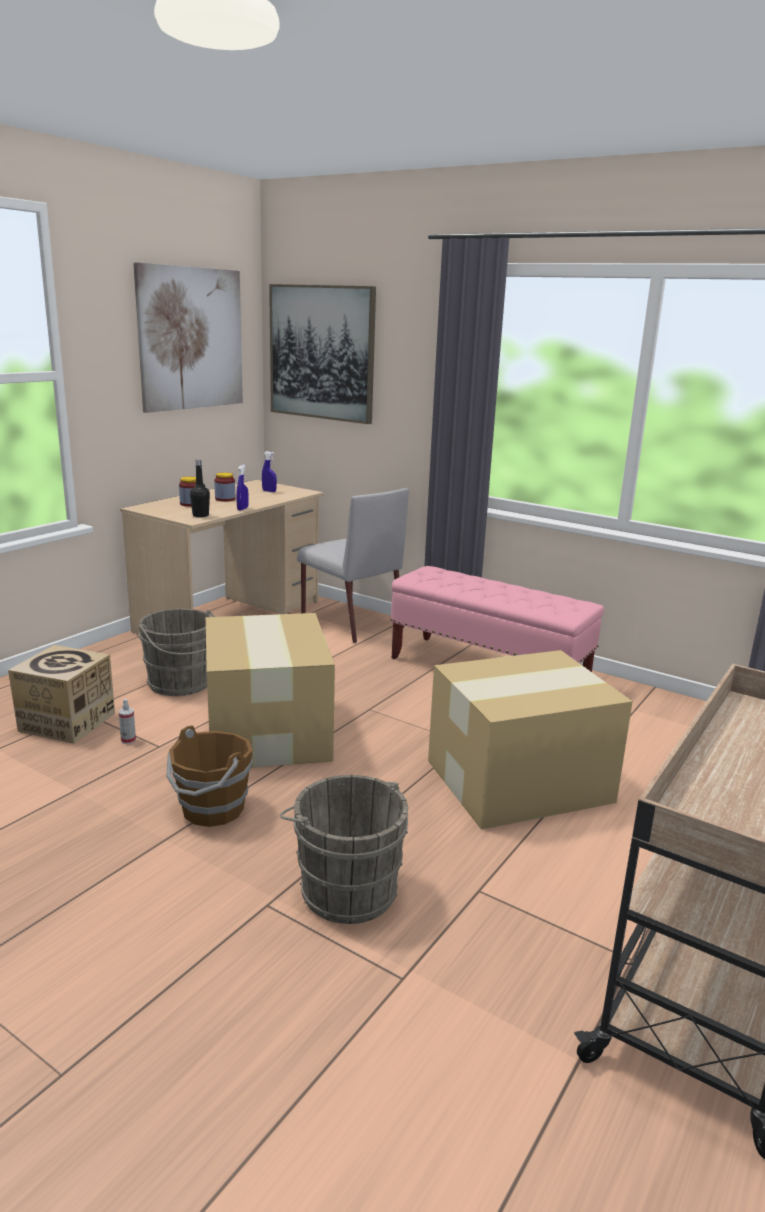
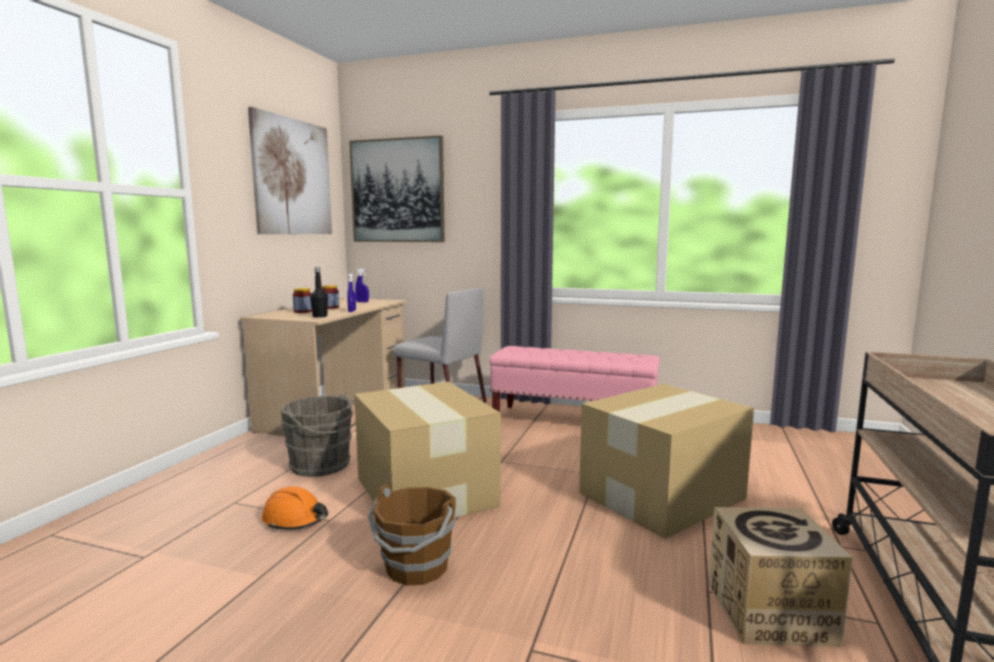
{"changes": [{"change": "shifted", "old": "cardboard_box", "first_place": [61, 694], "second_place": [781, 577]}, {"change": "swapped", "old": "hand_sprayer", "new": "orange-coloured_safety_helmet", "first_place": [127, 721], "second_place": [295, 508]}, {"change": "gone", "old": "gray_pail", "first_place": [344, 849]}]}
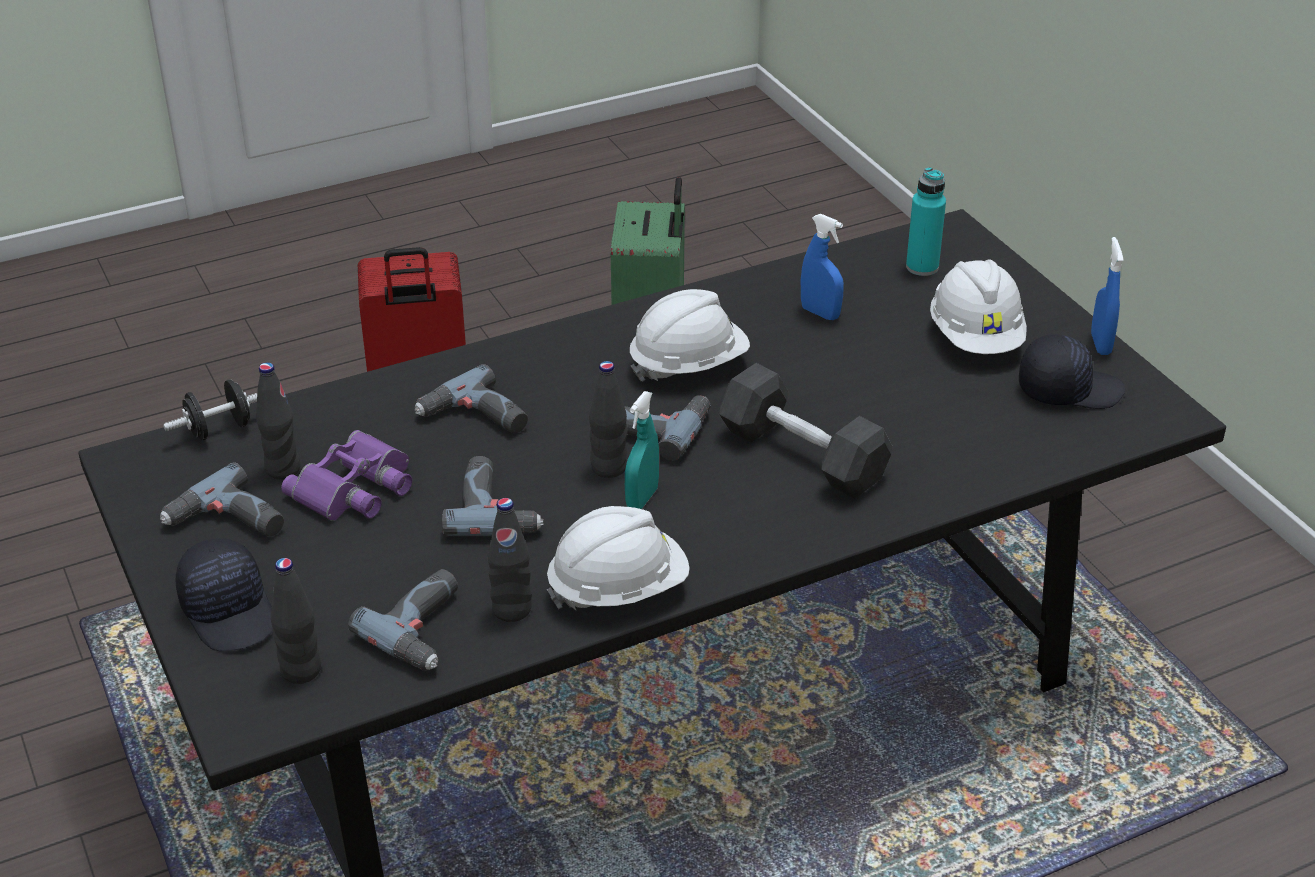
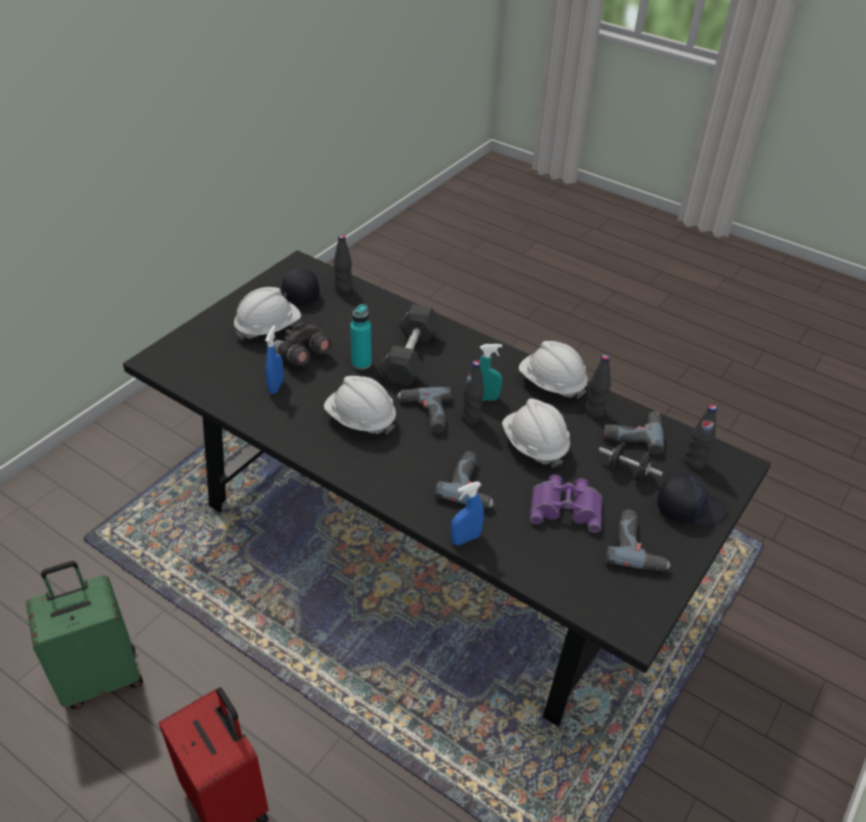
{"changes": [{"change": "shifted", "old": "turquoise_beverage_bottle", "first_place": [926, 221], "second_place": [361, 337]}, {"change": "shifted", "old": "blue-coloured_hand_sprayer", "first_place": [1107, 296], "second_place": [467, 513]}, {"change": "shifted", "old": "blackish_beverage_bottle", "first_place": [278, 420], "second_place": [343, 264]}, {"change": "shifted", "old": "blackish_free_weight", "first_place": [210, 409], "second_place": [631, 462]}, {"change": "swapped", "old": "power_drill", "new": "white_safety_helmet", "first_place": [493, 496], "second_place": [536, 433]}, {"change": "rotated", "old": "blackish_peaked_cap", "first_place": [224, 594], "second_place": [692, 500], "degrees": 60}, {"change": "new", "new": "gray_field_glasses", "second_place": [303, 343]}]}
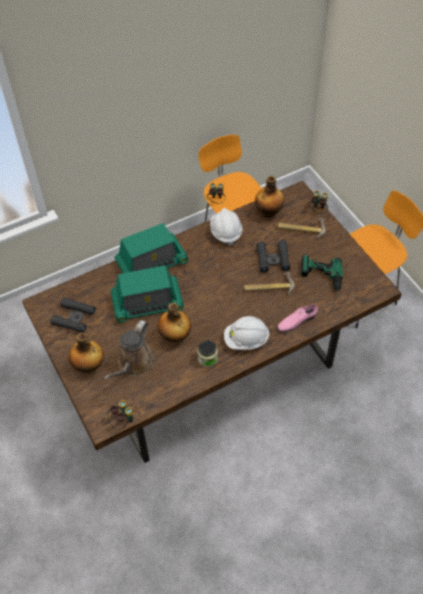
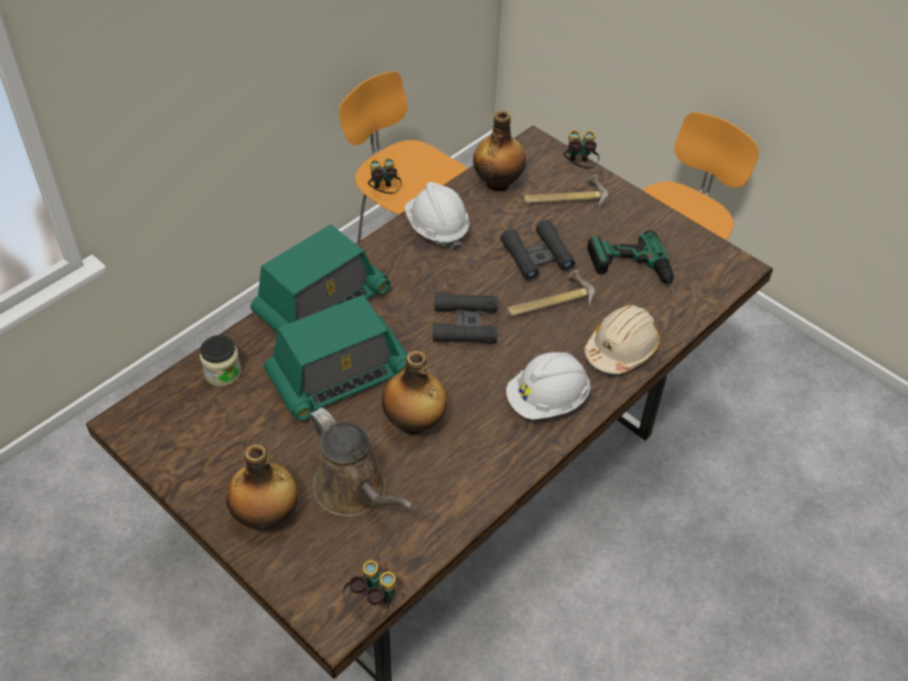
{"changes": [{"change": "shifted", "old": "blackish_field_glasses", "first_place": [73, 315], "second_place": [465, 318]}, {"change": "swapped", "old": "pinkish_shoe", "new": "beige_safety_helmet", "first_place": [297, 318], "second_place": [622, 339]}, {"change": "rotated", "old": "brownish_sprinkling_can", "first_place": [129, 350], "second_place": [361, 462], "degrees": -45}, {"change": "shifted", "old": "preserve_jar", "first_place": [207, 353], "second_place": [220, 360]}]}
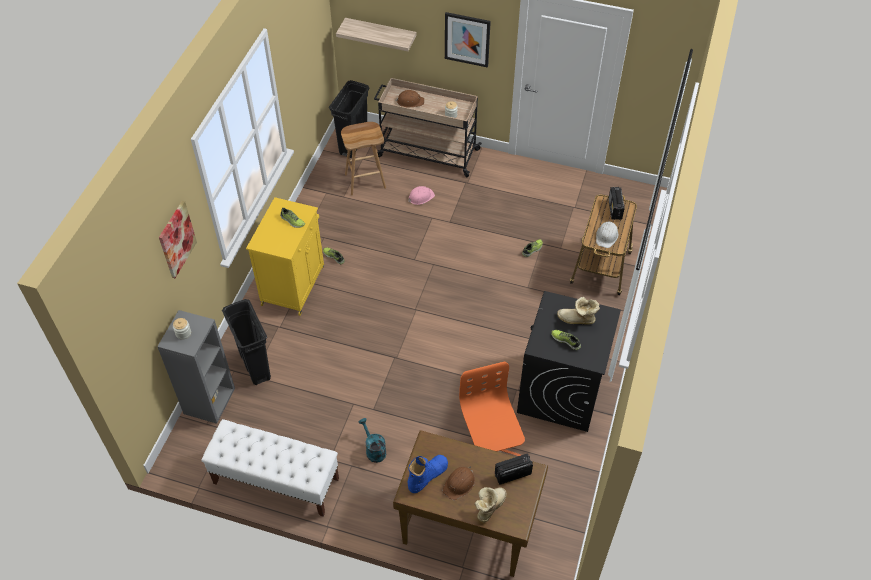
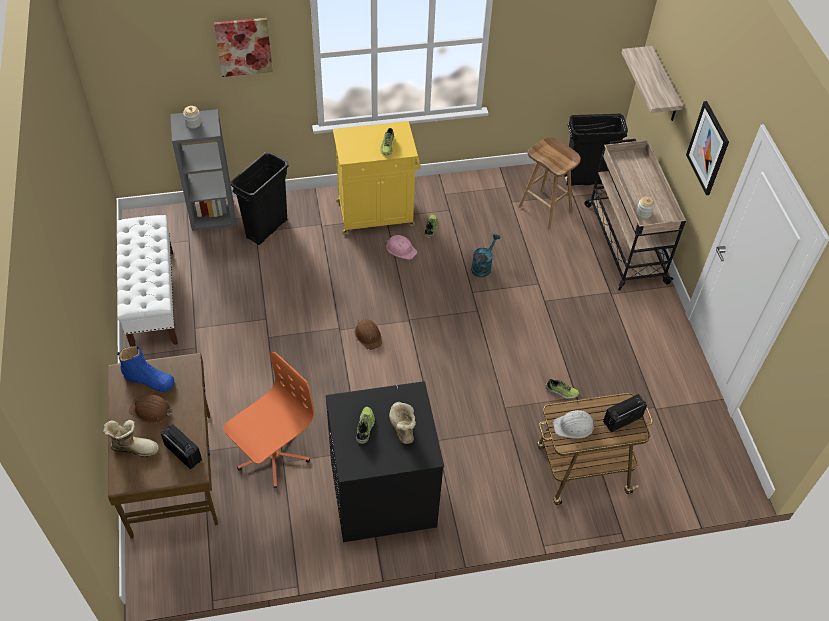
{"changes": [{"change": "shifted", "old": "brownish_safety_helmet", "first_place": [410, 99], "second_place": [368, 334]}, {"change": "shifted", "old": "pinkish_safety_helmet", "first_place": [421, 195], "second_place": [401, 247]}, {"change": "shifted", "old": "turquoise_sprinkling_can", "first_place": [372, 440], "second_place": [485, 255]}]}
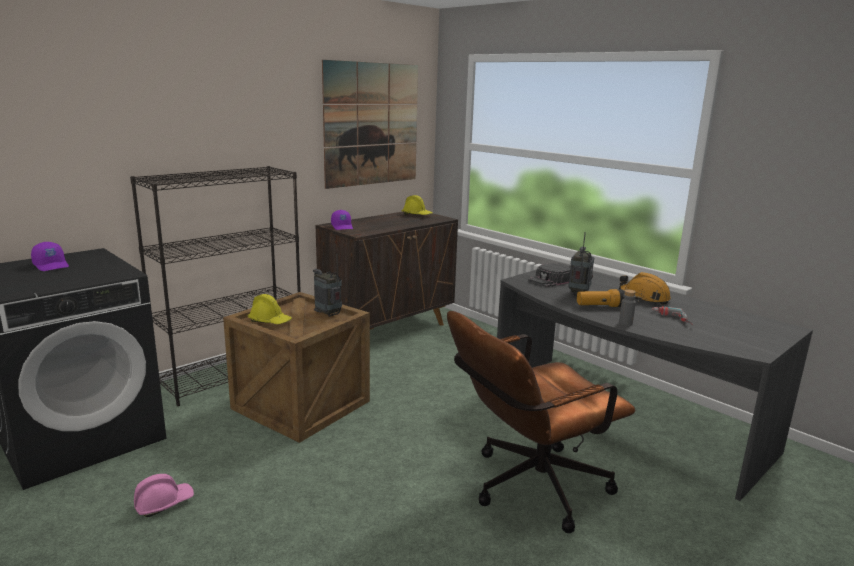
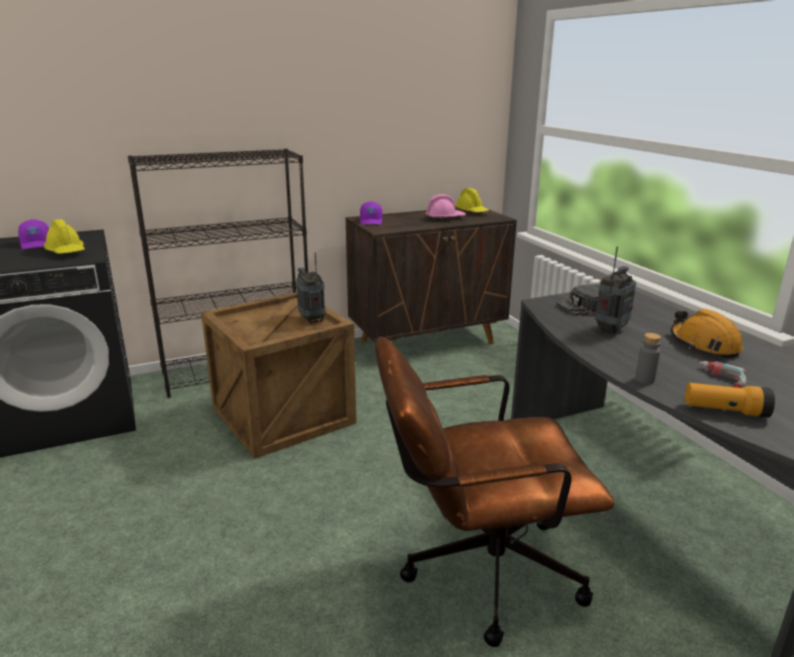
{"changes": [{"change": "gone", "old": "wall_picture", "first_place": [370, 124]}, {"change": "shifted", "old": "hand_torch", "first_place": [601, 298], "second_place": [730, 400]}, {"change": "shifted", "old": "yellow-coloured_safety_helmet", "first_place": [270, 309], "second_place": [64, 236]}, {"change": "shifted", "old": "pinkish_safety_helmet", "first_place": [164, 495], "second_place": [446, 207]}]}
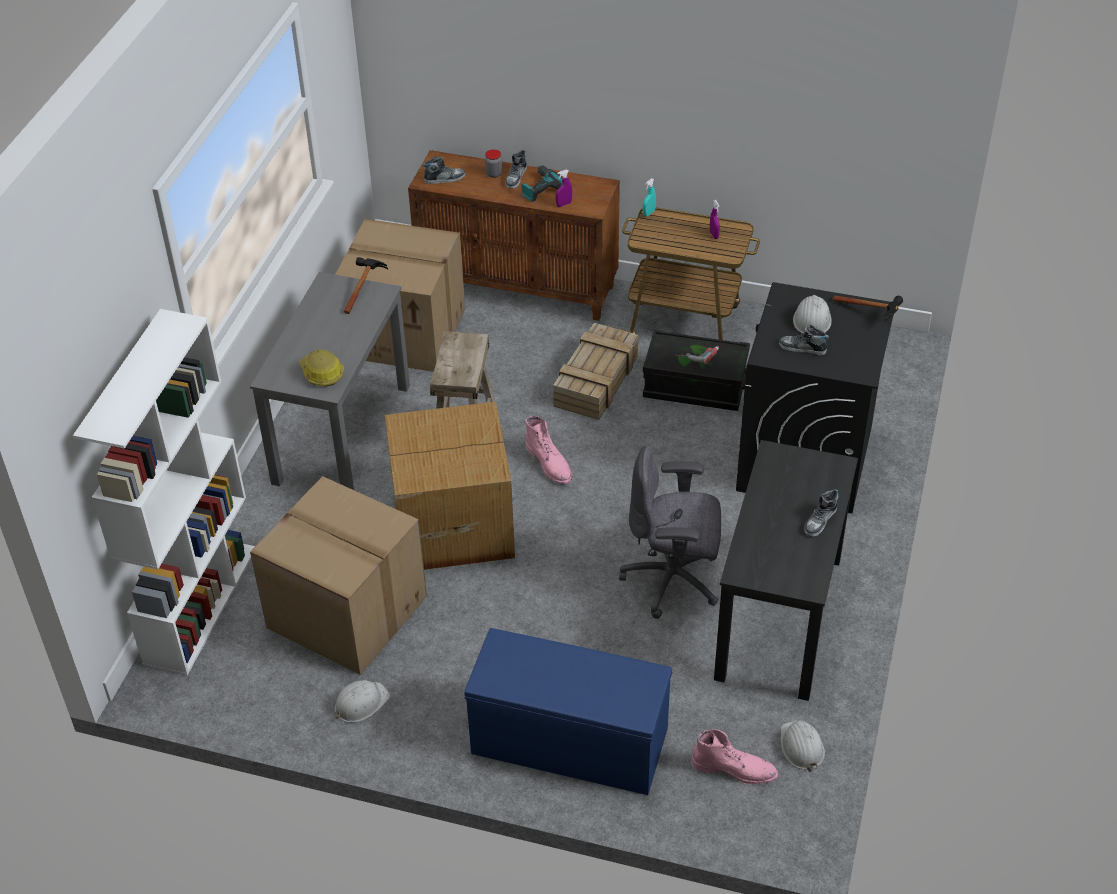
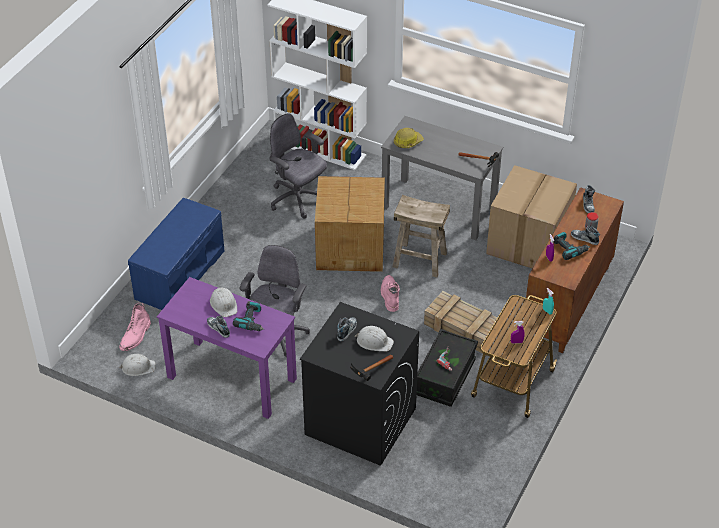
{"changes": [{"change": "rotated", "old": "pinkish_tall_boot", "first_place": [549, 449], "second_place": [390, 293], "degrees": 105}, {"change": "repainted", "old": "blackish_desk_table", "new": "purplish_desk_table", "first_place": [786, 570], "second_place": [227, 348]}, {"change": "swapped", "old": "cardboard_box", "new": "gray_desk_chair", "first_place": [338, 575], "second_place": [298, 165]}, {"change": "shifted", "old": "white_safety_helmet", "first_place": [362, 701], "second_place": [223, 302]}, {"change": "new", "new": "power_drill", "second_place": [248, 316]}]}
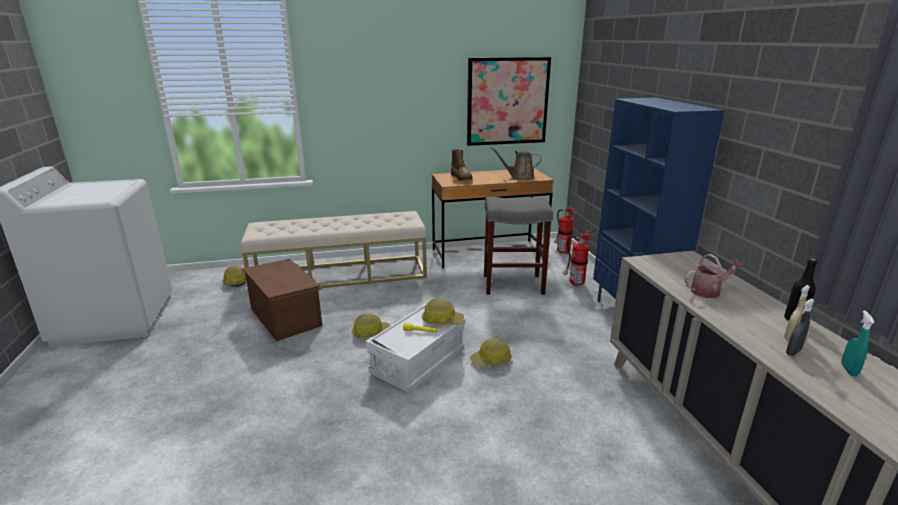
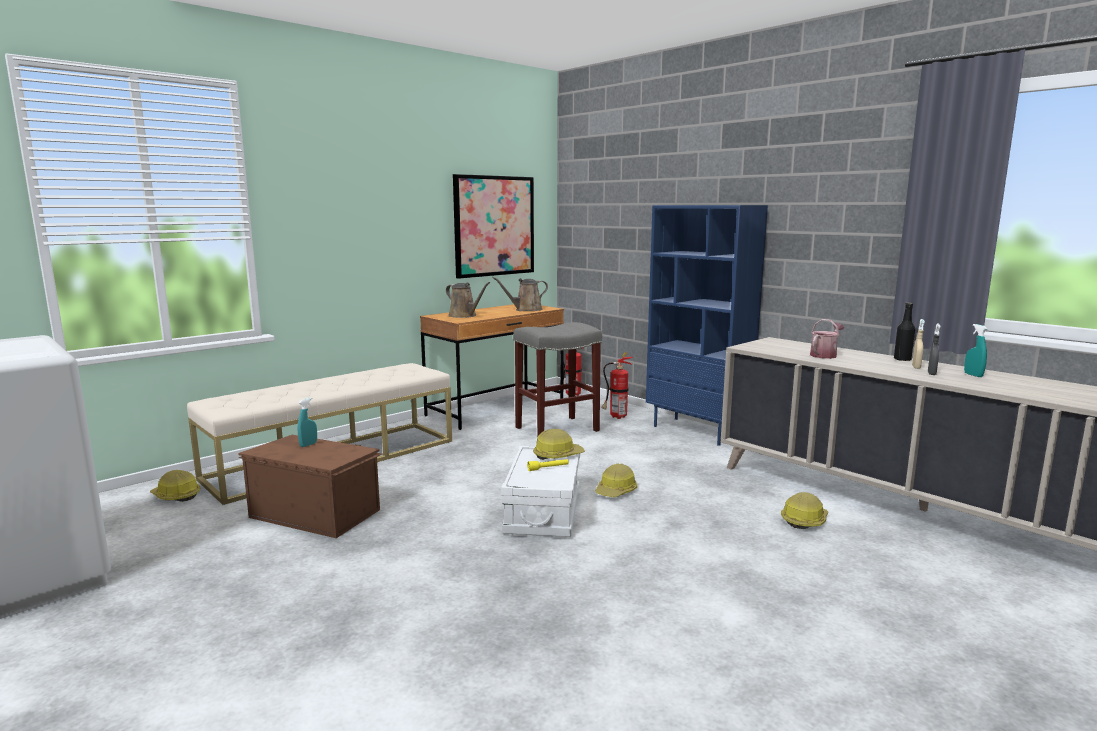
{"changes": [{"change": "swapped", "old": "tall_boot", "new": "brownish_sprinkling_can", "first_place": [462, 165], "second_place": [468, 300]}, {"change": "shifted", "old": "safety_helmet", "first_place": [371, 325], "second_place": [804, 510]}, {"change": "new", "new": "turquoise_hand_sprayer", "second_place": [307, 422]}]}
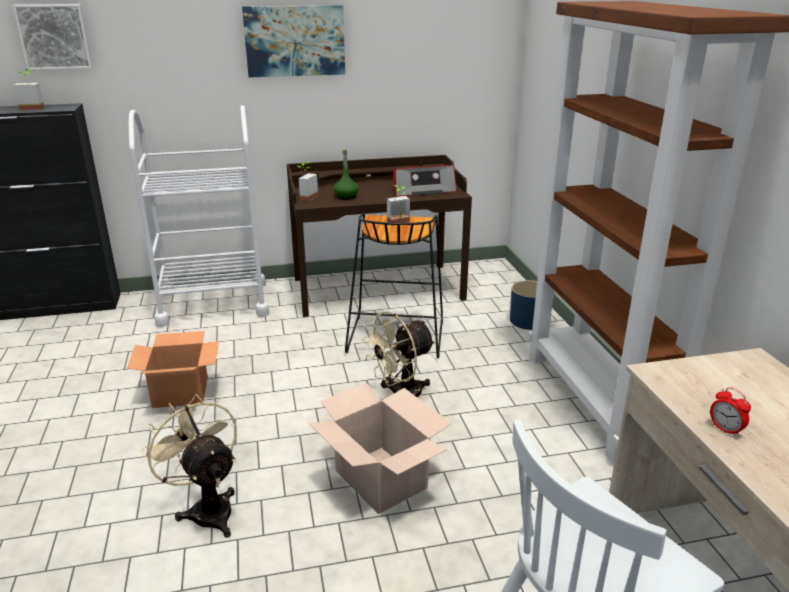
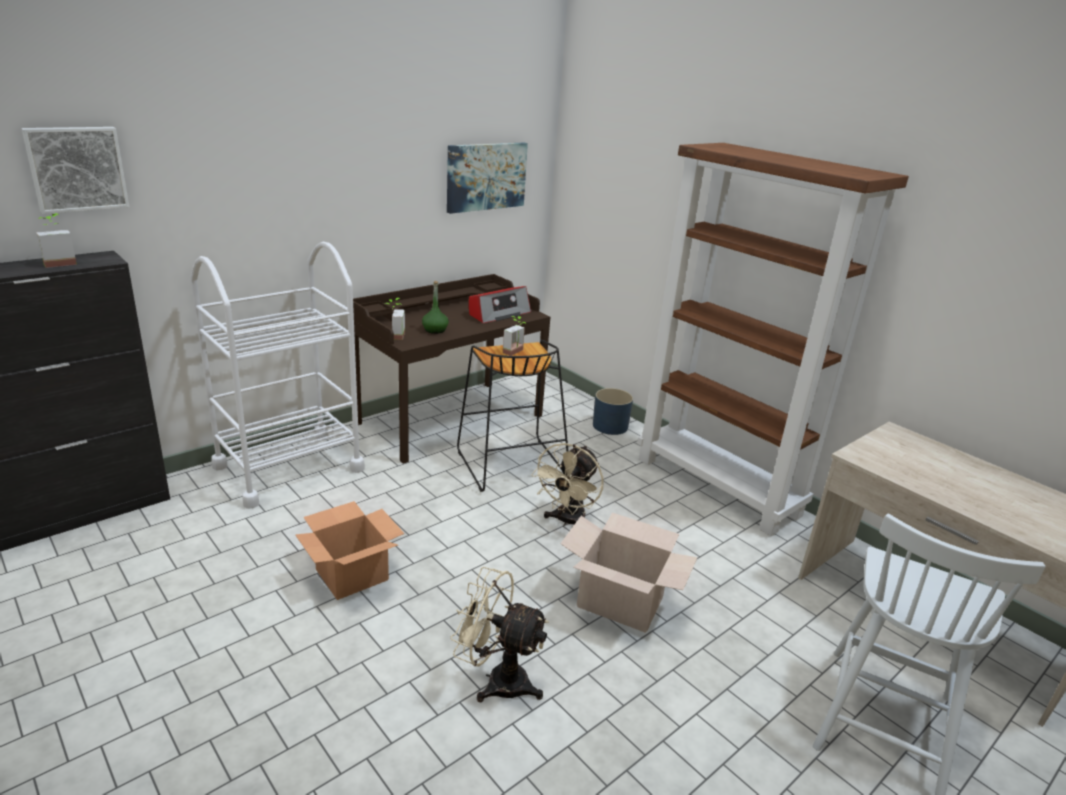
{"changes": [{"change": "shifted", "old": "wall_picture", "first_place": [293, 41], "second_place": [487, 178]}, {"change": "gone", "old": "alarm_clock", "first_place": [730, 412]}]}
